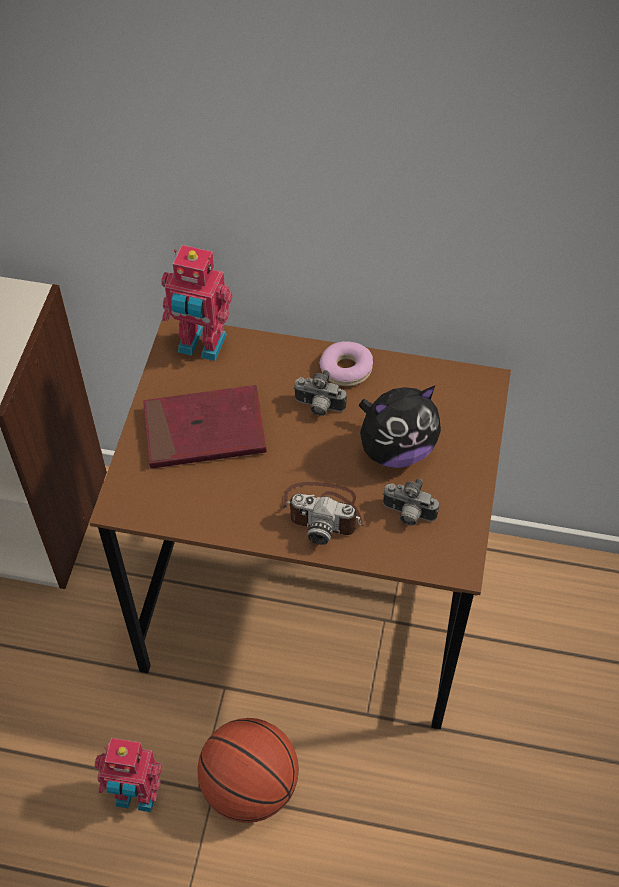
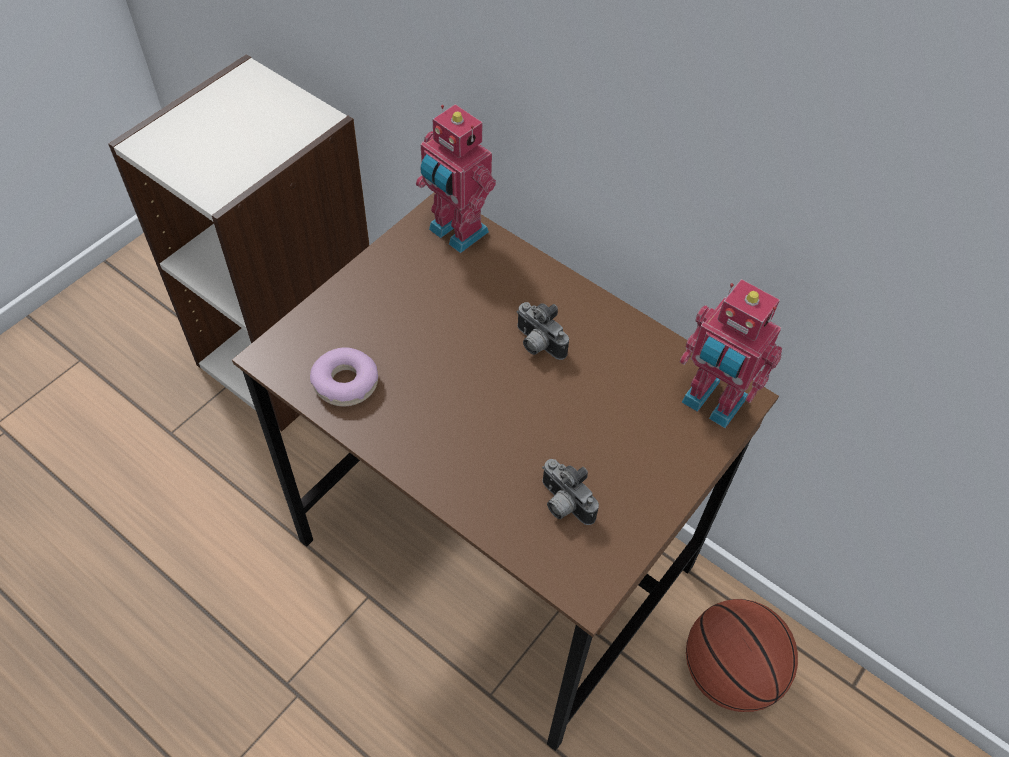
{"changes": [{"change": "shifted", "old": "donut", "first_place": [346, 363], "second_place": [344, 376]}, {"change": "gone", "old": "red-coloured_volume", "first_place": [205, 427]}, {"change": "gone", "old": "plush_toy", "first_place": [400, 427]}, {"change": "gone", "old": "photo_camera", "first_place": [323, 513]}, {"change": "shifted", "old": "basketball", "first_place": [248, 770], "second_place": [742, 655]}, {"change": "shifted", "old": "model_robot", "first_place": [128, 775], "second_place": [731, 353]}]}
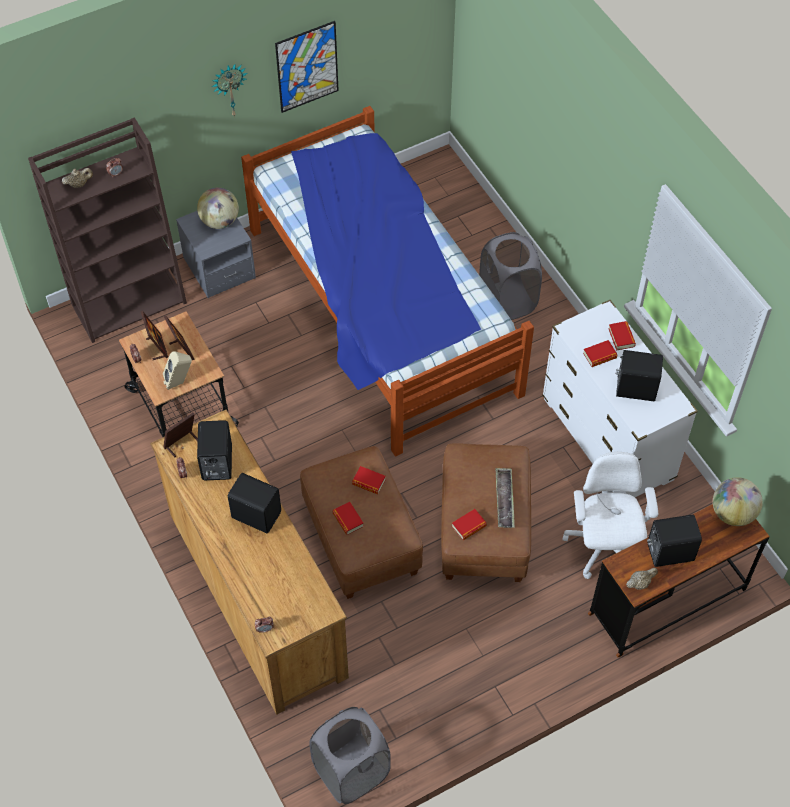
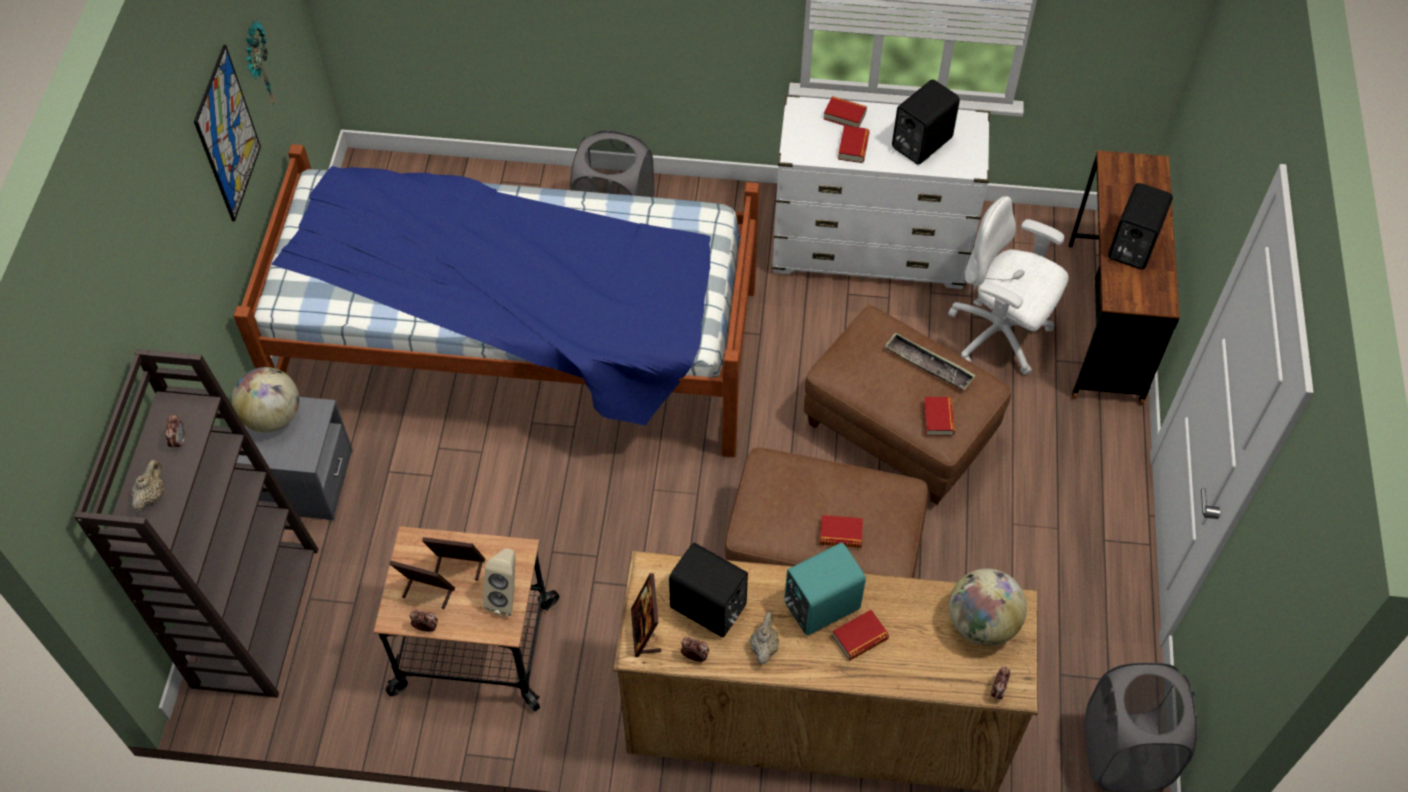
{"changes": [{"change": "shifted", "old": "wall_clock", "first_place": [230, 90], "second_place": [261, 61]}, {"change": "shifted", "old": "volume", "first_place": [369, 480], "second_place": [860, 635]}, {"change": "repainted", "old": "blackish_audio_speaker", "new": "turquoise_audio_speaker", "first_place": [254, 503], "second_place": [825, 589]}, {"change": "shifted", "old": "globe", "first_place": [738, 501], "second_place": [988, 607]}, {"change": "shifted", "old": "beige_teapot", "first_place": [642, 579], "second_place": [764, 637]}]}
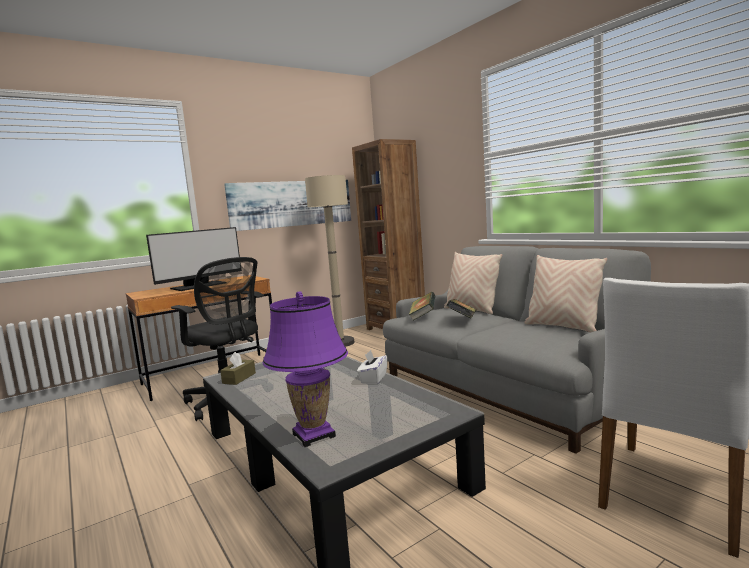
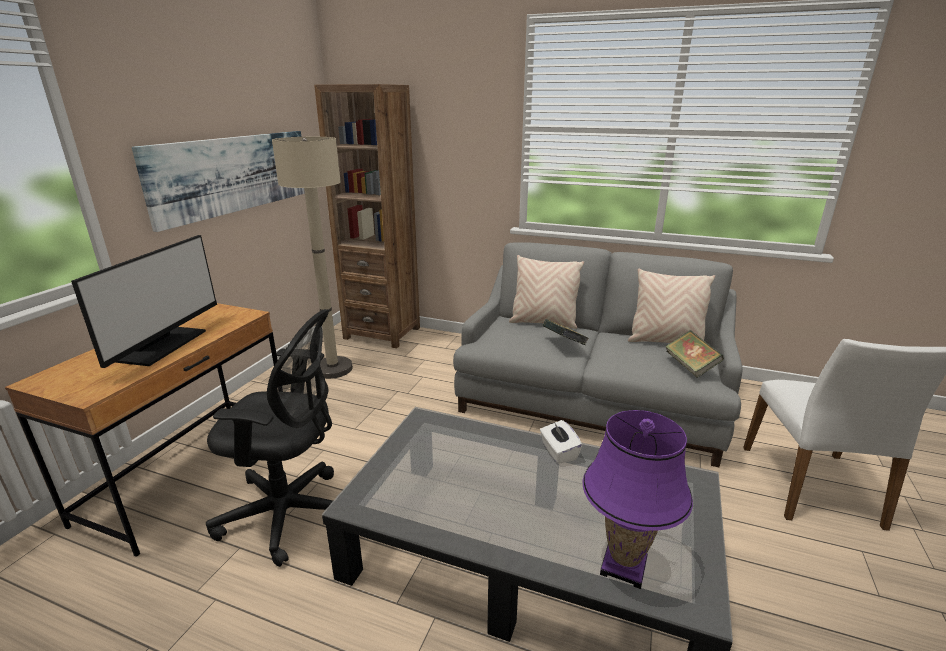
{"changes": [{"change": "shifted", "old": "volume", "first_place": [422, 306], "second_place": [694, 354]}, {"change": "gone", "old": "brownish_box_of_tissues", "first_place": [238, 368]}]}
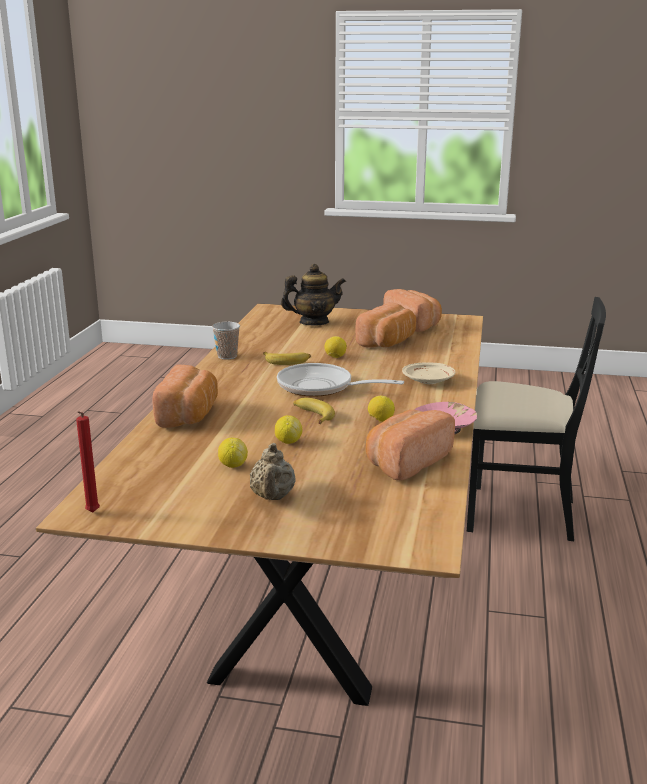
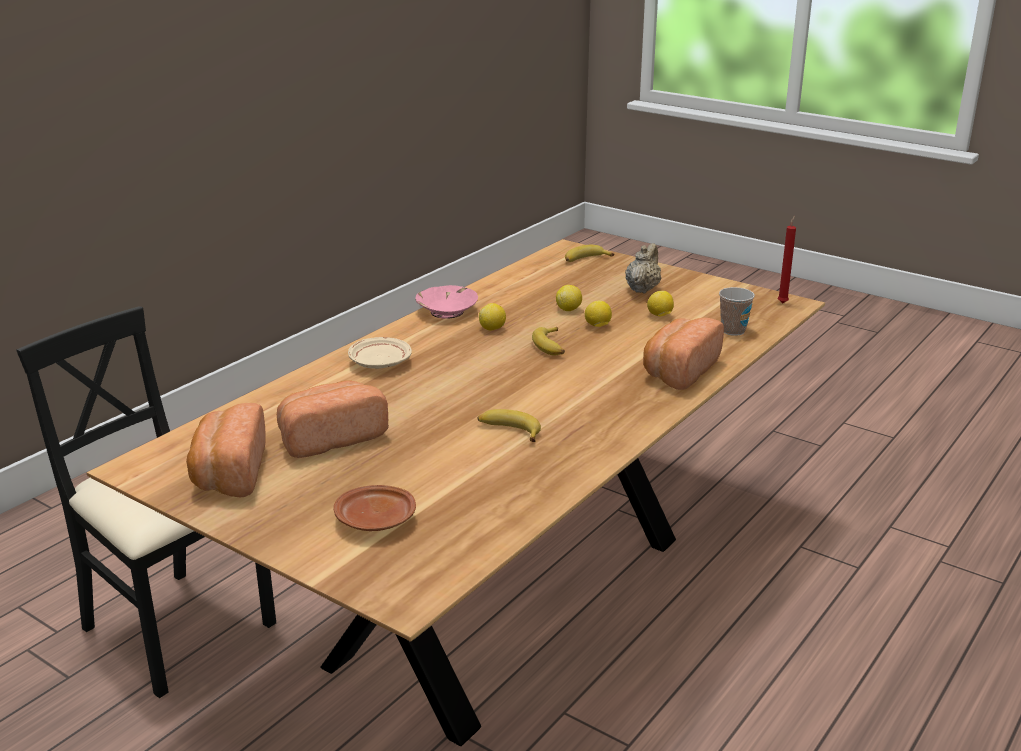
{"changes": [{"change": "swapped", "old": "teapot", "new": "brownish_flat_dish", "first_place": [313, 295], "second_place": [374, 508]}, {"change": "shifted", "old": "small_cup", "first_place": [226, 341], "second_place": [737, 311]}, {"change": "shifted", "old": "whole_lemon", "first_place": [336, 347], "second_place": [569, 298]}, {"change": "gone", "old": "skillet", "first_place": [340, 380]}, {"change": "gone", "old": "bakery_bread", "first_place": [410, 445]}, {"change": "new", "new": "banana_fruit", "second_place": [589, 253]}]}
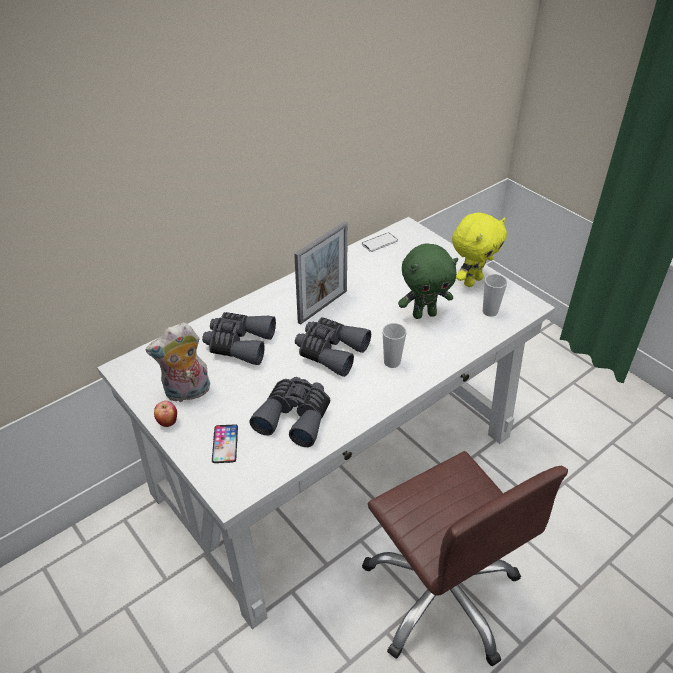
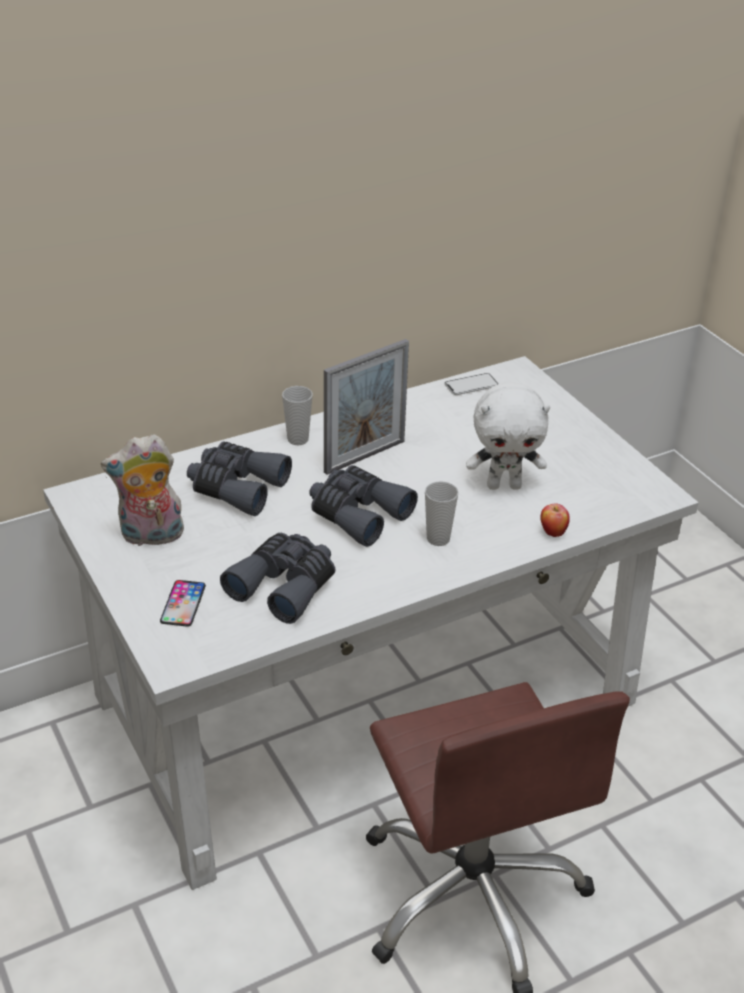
{"changes": [{"change": "gone", "old": "yellow-coloured_plush_toy", "first_place": [479, 250]}, {"change": "repainted", "old": "green-coloured_plush_toy", "new": "white_plush_toy", "first_place": [428, 281], "second_place": [508, 436]}, {"change": "shifted", "old": "small_cup", "first_place": [495, 295], "second_place": [297, 415]}, {"change": "shifted", "old": "apple_fruit", "first_place": [165, 414], "second_place": [555, 520]}]}
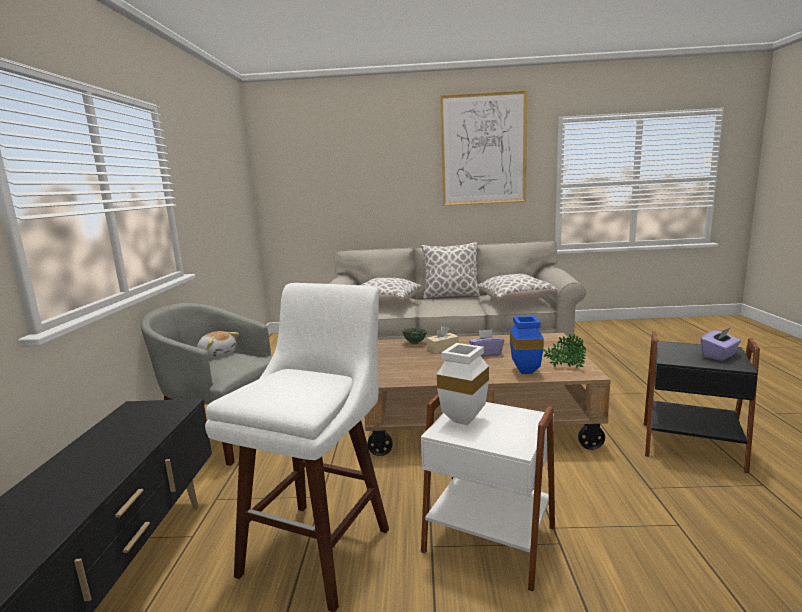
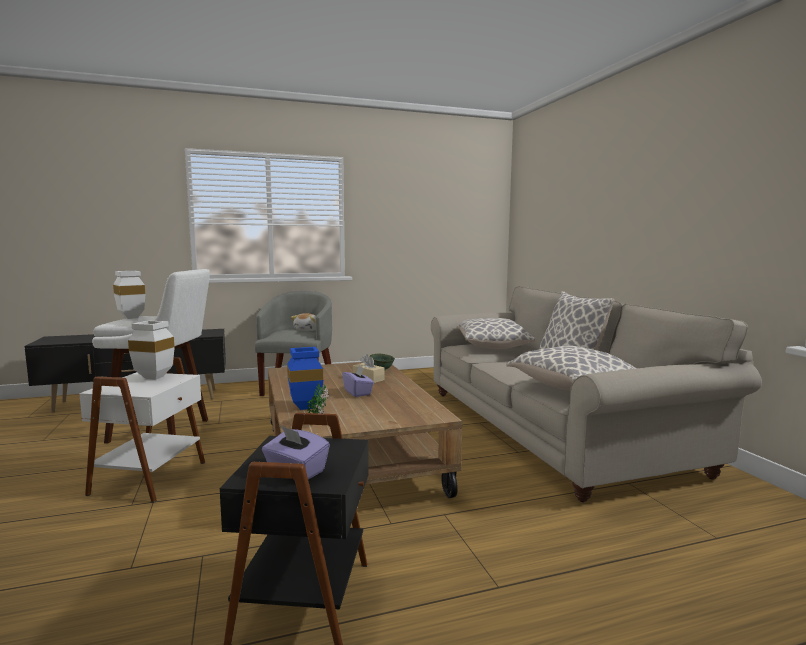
{"changes": [{"change": "gone", "old": "wall_picture", "first_place": [483, 148]}, {"change": "new", "new": "white_vase", "second_place": [129, 295]}]}
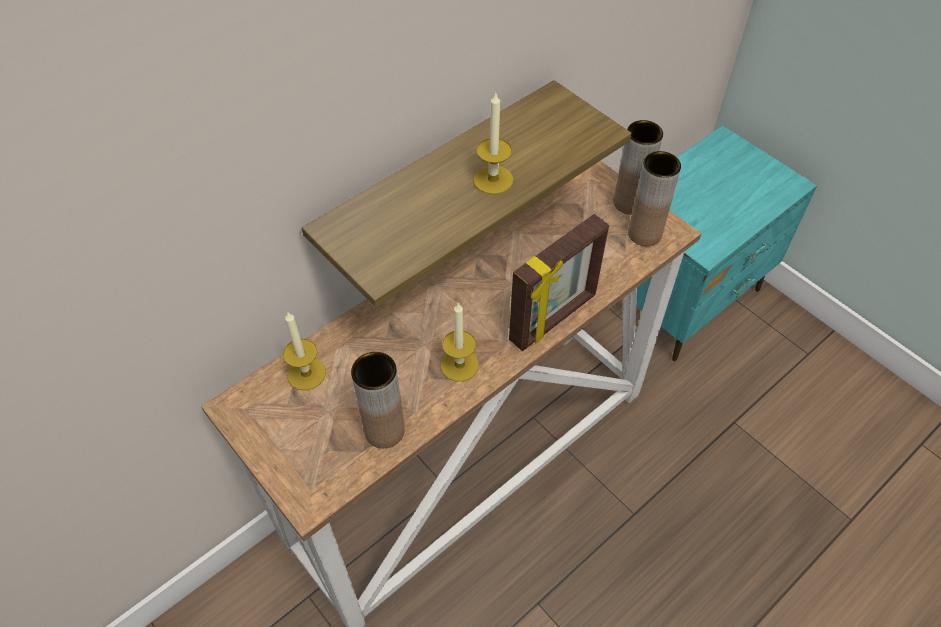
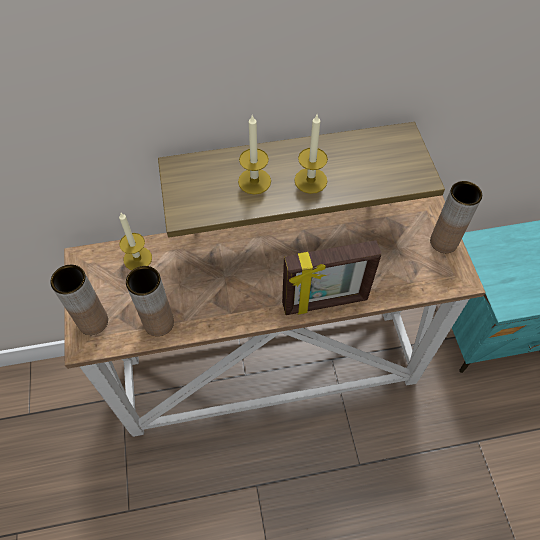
{"changes": [{"change": "shifted", "old": "brownish_vase", "first_place": [654, 198], "second_place": [79, 300]}, {"change": "shifted", "old": "candle", "first_place": [460, 342], "second_place": [254, 154]}]}
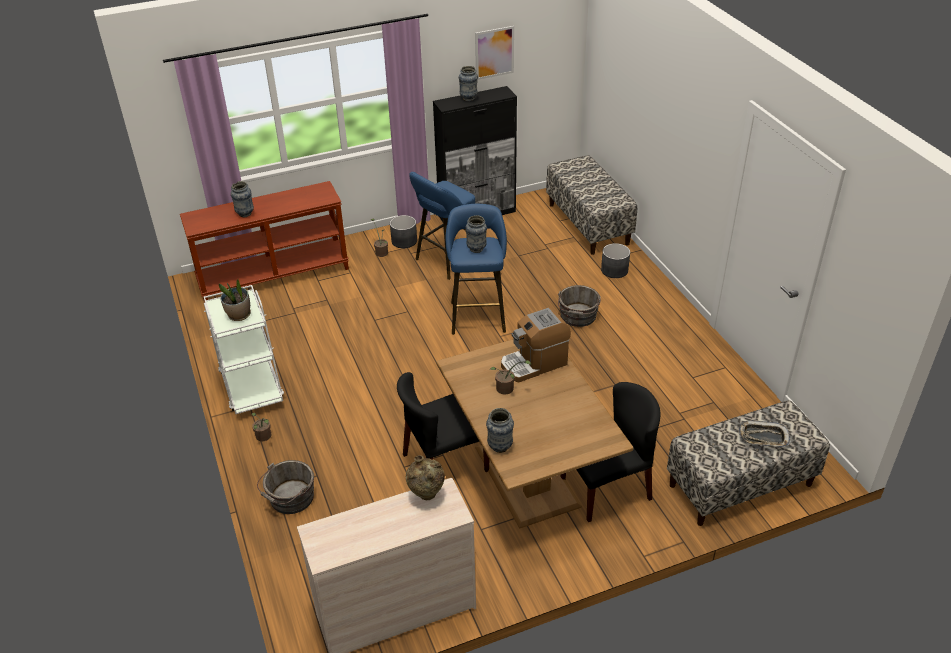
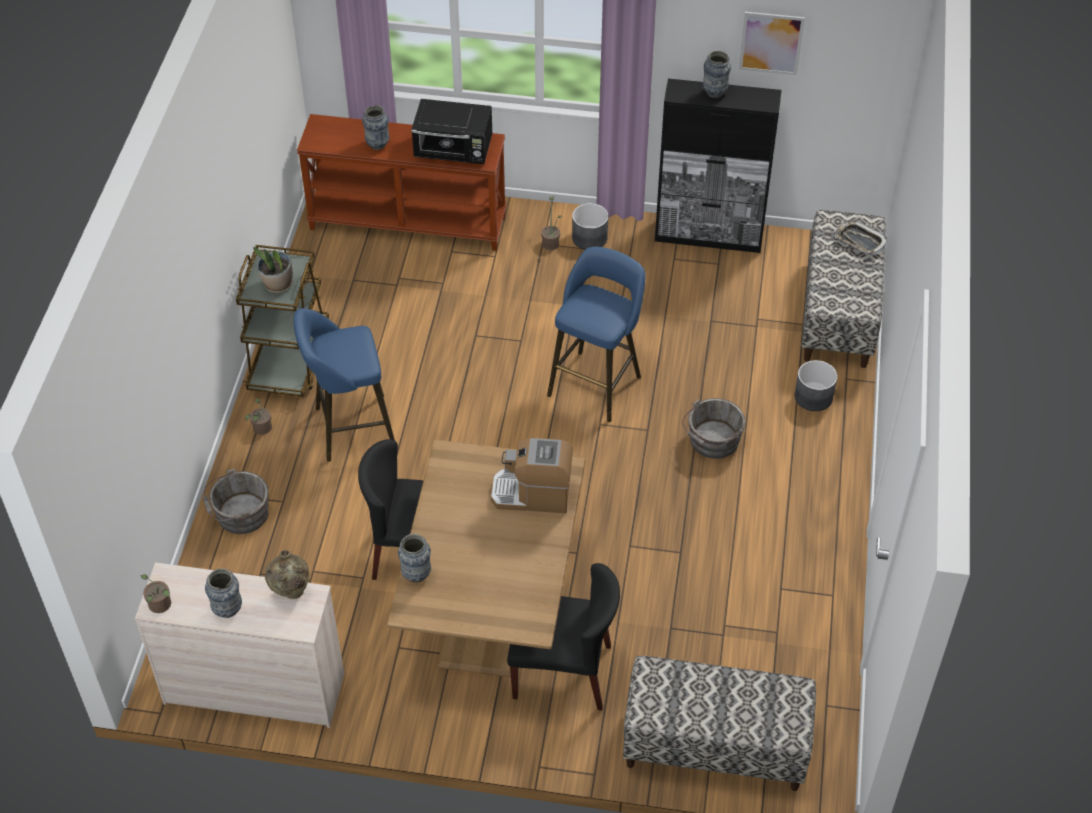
{"changes": [{"change": "shifted", "old": "blue-coloured_stool", "first_place": [442, 226], "second_place": [344, 385]}, {"change": "shifted", "old": "vase", "first_place": [476, 234], "second_place": [223, 593]}, {"change": "repainted", "old": "white_wheeled_cart", "new": "brownish_wheeled_cart", "first_place": [244, 349], "second_place": [282, 321]}, {"change": "shifted", "old": "plant_in_a_pot", "first_place": [510, 377], "second_place": [156, 593]}, {"change": "shifted", "old": "serving_tray", "first_place": [765, 433], "second_place": [861, 237]}, {"change": "new", "new": "blackish_kitchen_microwave", "second_place": [451, 131]}]}
